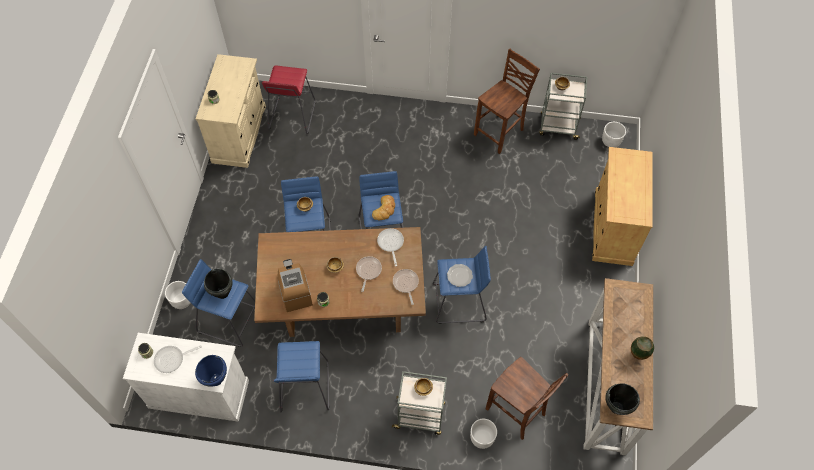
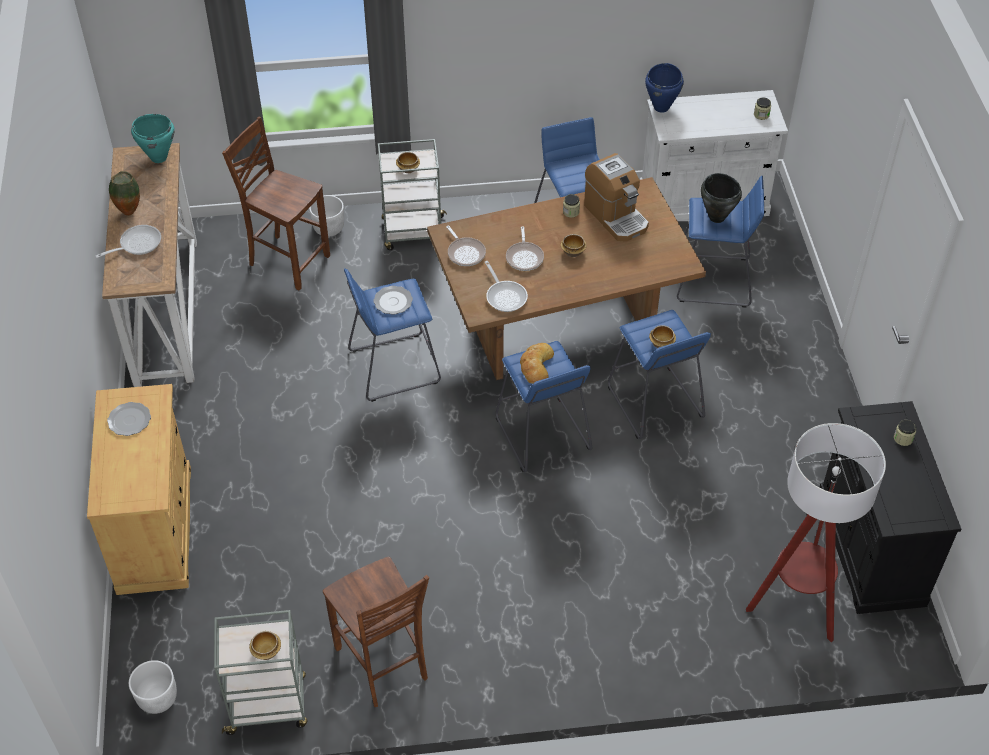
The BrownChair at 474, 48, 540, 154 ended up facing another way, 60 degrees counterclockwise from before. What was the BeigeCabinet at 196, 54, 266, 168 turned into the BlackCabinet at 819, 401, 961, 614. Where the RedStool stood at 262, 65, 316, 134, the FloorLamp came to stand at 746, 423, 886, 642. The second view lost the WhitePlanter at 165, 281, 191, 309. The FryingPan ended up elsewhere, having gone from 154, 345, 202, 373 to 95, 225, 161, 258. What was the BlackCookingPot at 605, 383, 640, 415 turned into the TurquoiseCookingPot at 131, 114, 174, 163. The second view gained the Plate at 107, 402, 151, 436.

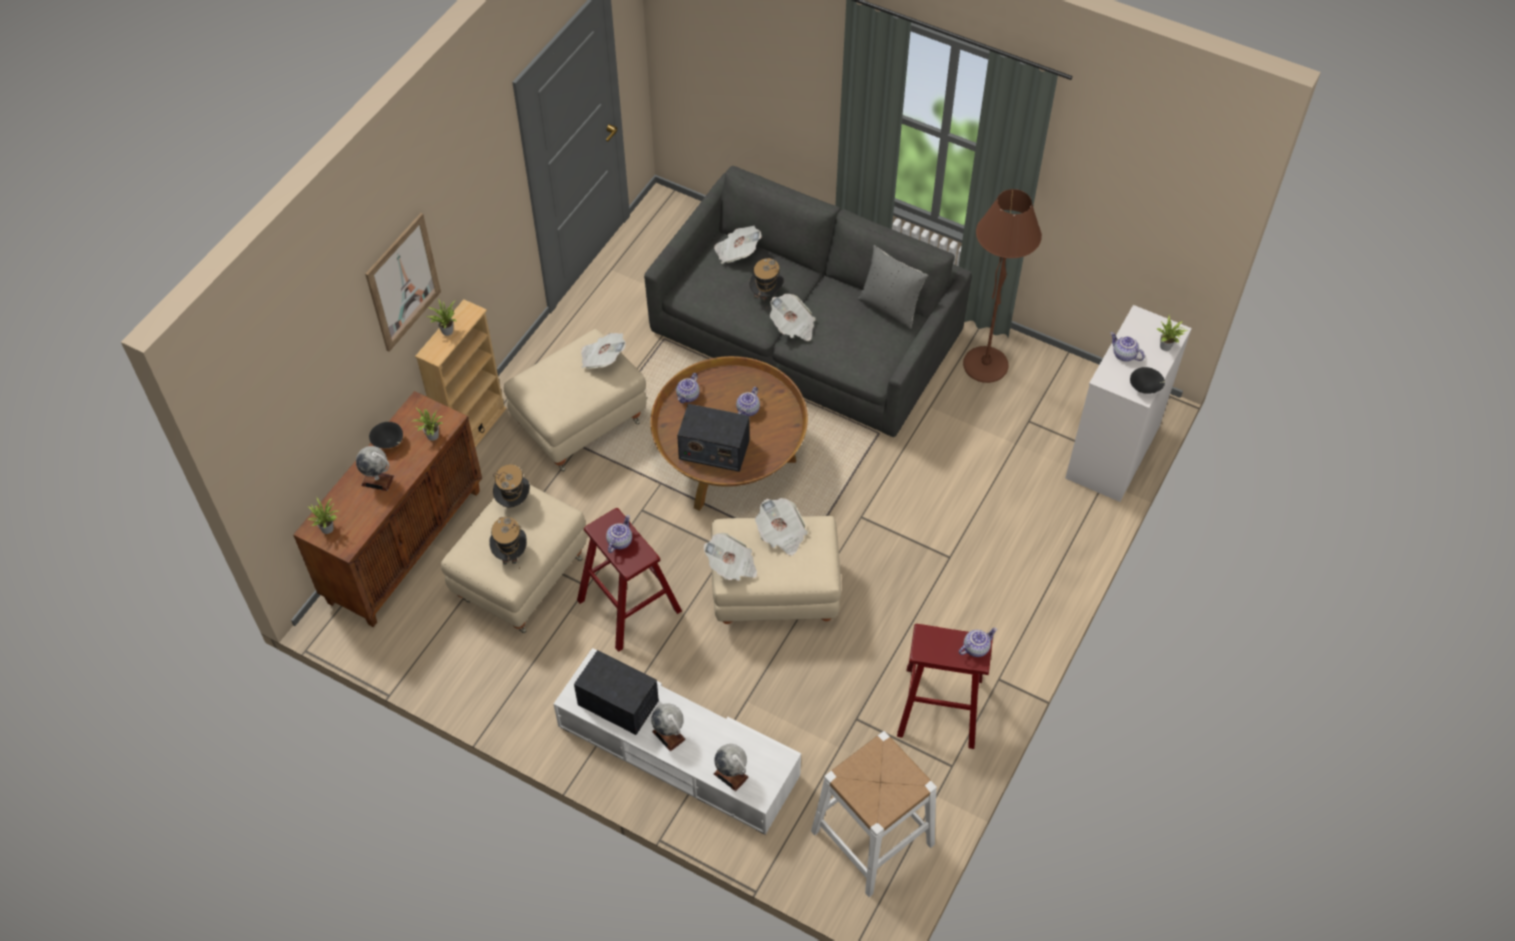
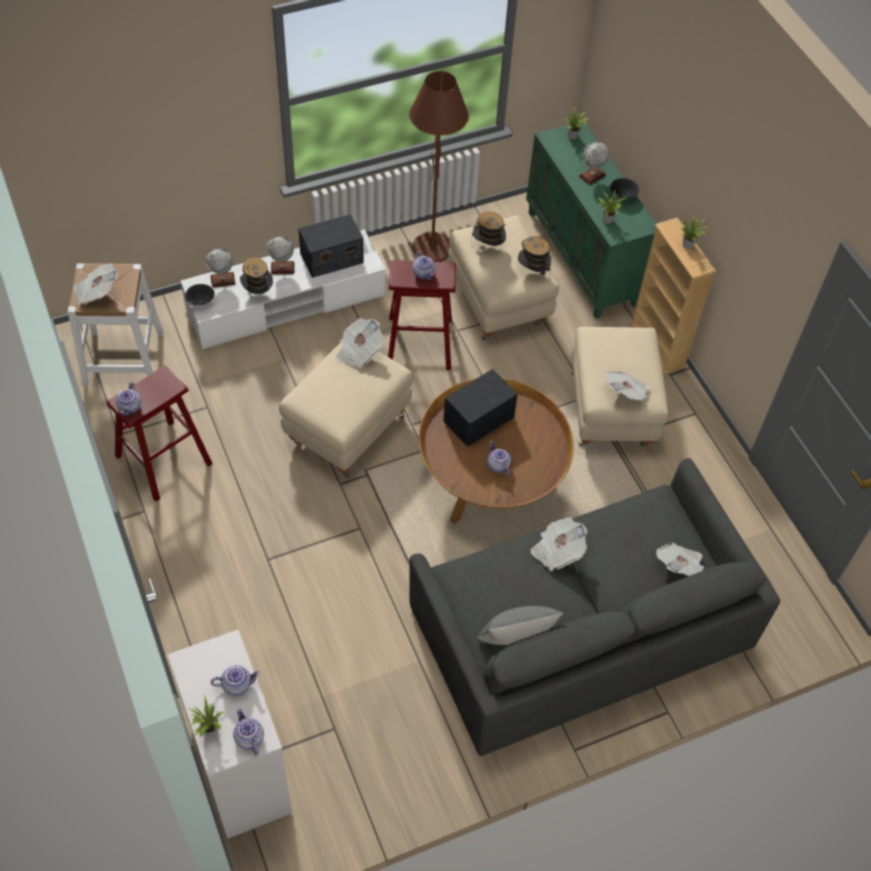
The BrownFloorLamp ended up elsewhere, having gone from 963, 189, 1042, 383 to 409, 71, 469, 262. The second view lost the Picture at 365, 213, 441, 352. The Hat ended up elsewhere, having gone from 749, 258, 784, 308 to 240, 257, 273, 294. The BlackBowl ended up elsewhere, having gone from 1130, 367, 1165, 394 to 185, 284, 215, 306. The Teapot ended up elsewhere, having gone from 676, 373, 700, 403 to 233, 708, 264, 755. What was the BrownCabinet at 293, 391, 482, 627 turned into the GreenCabinet at 526, 121, 656, 319. The Newspaper ended up elsewhere, having gone from 755, 498, 808, 556 to 73, 263, 118, 305.

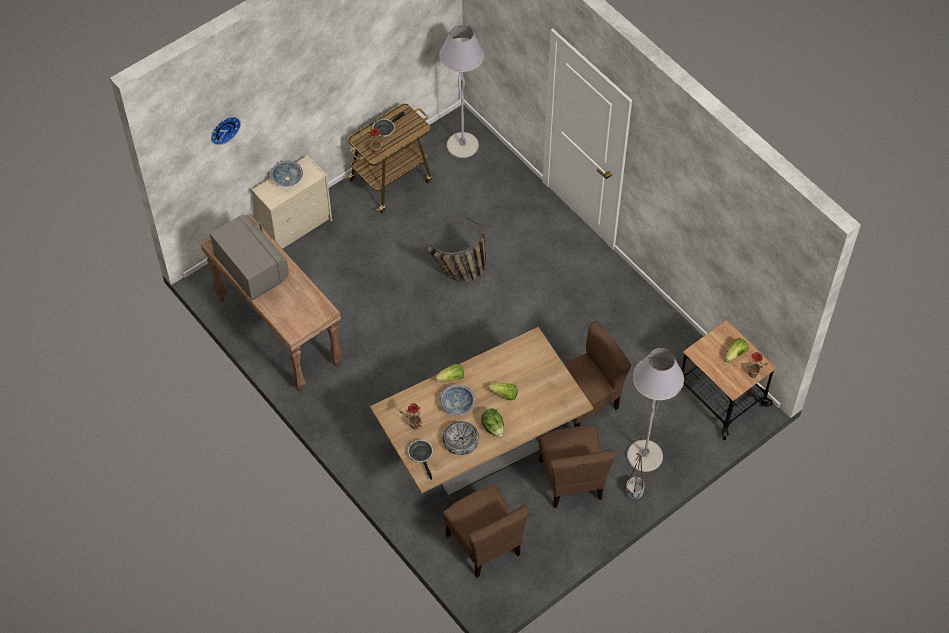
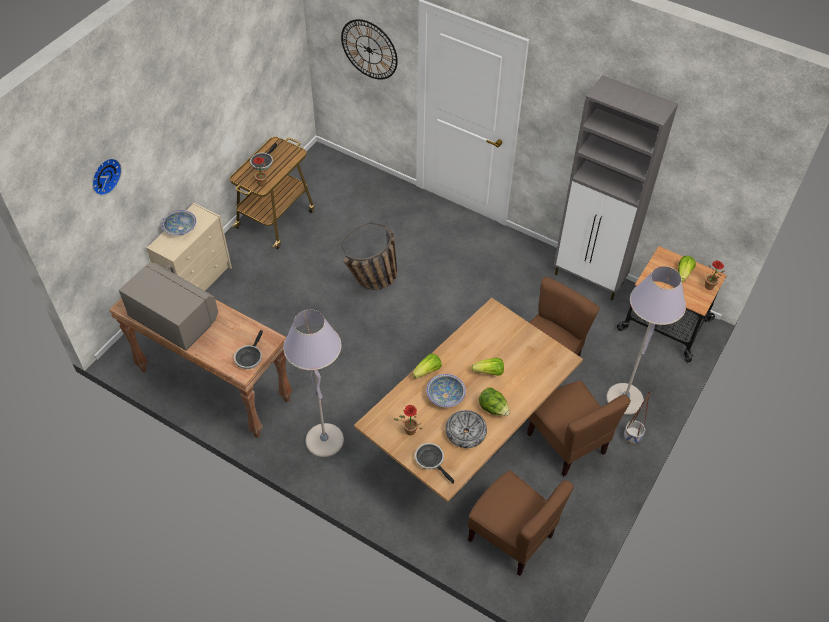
The GreyFloorLamp ended up elsewhere, having gone from 439, 24, 485, 158 to 283, 310, 344, 457. The second view gained the WallClock at 341, 19, 398, 80. The second view gained the GreyCabinet at 554, 75, 678, 301. The second view gained the FryingPan at 234, 330, 263, 369.

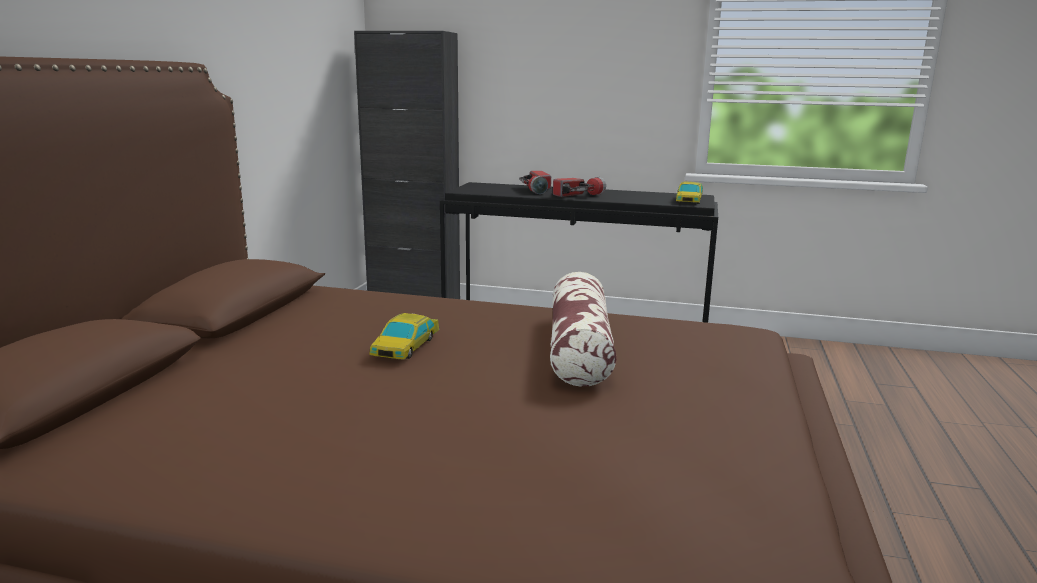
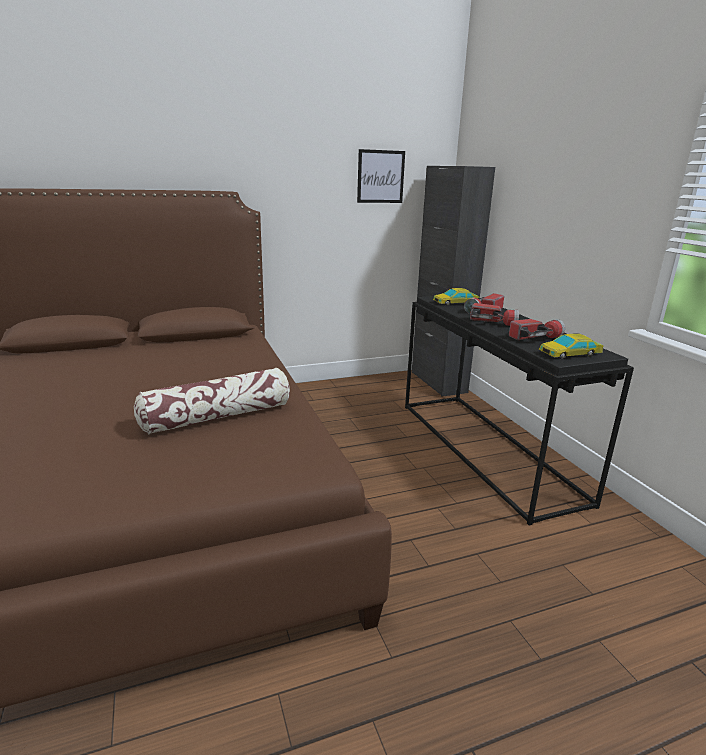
The ToyCar ended up elsewhere, having gone from 369, 313, 439, 360 to 433, 288, 479, 306. The second view gained the Picture at 357, 149, 405, 203. The second view gained the Flashlight at 509, 319, 565, 340.

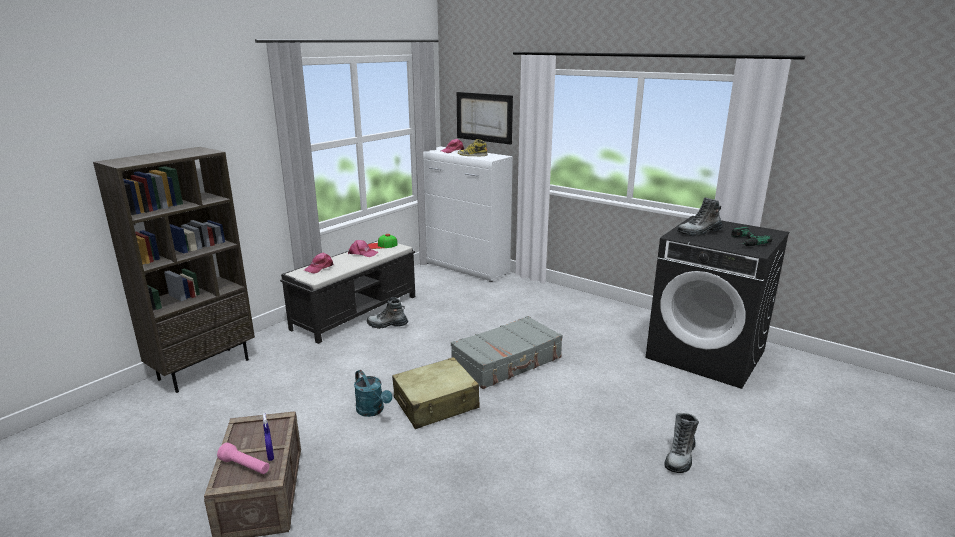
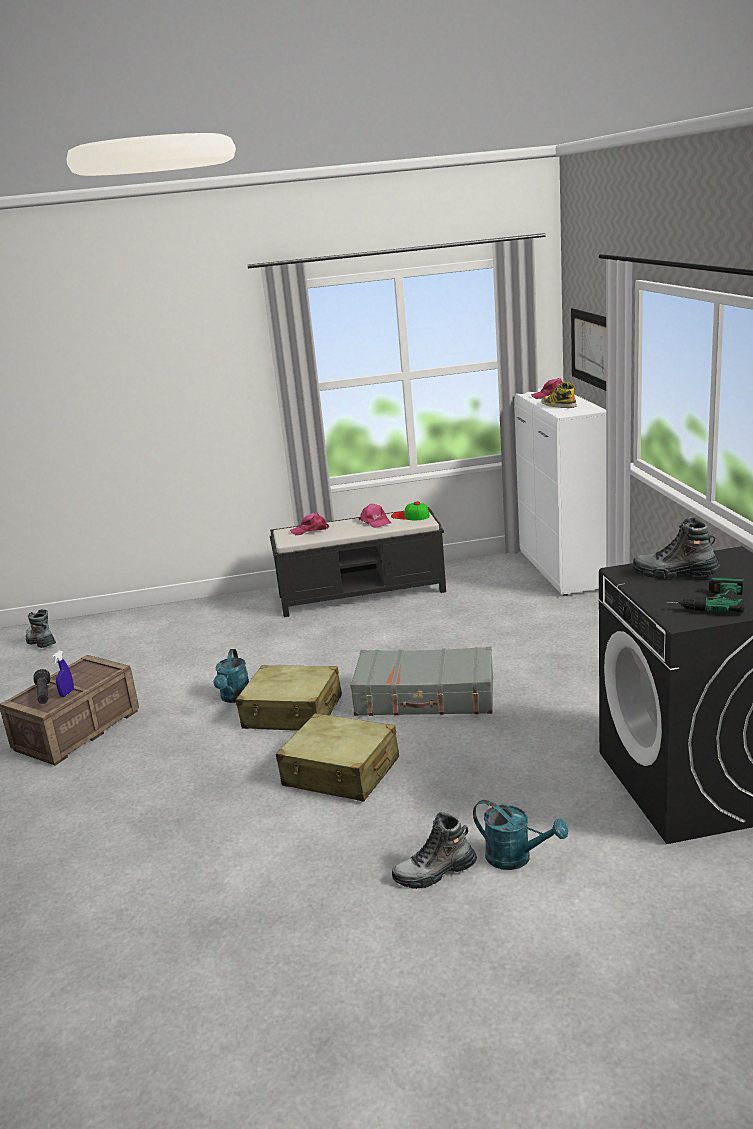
The second view lost the BrownBookcase at 93, 147, 255, 393. The Boot ended up elsewhere, having gone from 367, 297, 408, 329 to 26, 609, 56, 648. What was the PinkFlashlight at 217, 443, 269, 474 turned into the BlackFlashlight at 33, 669, 50, 704. The second view gained the BeigeSuitcase at 276, 713, 399, 802. The second view gained the TurquoiseWateringCan at 473, 800, 568, 870.

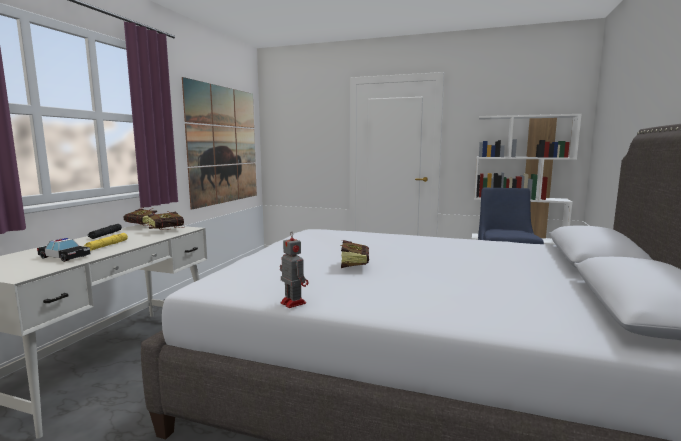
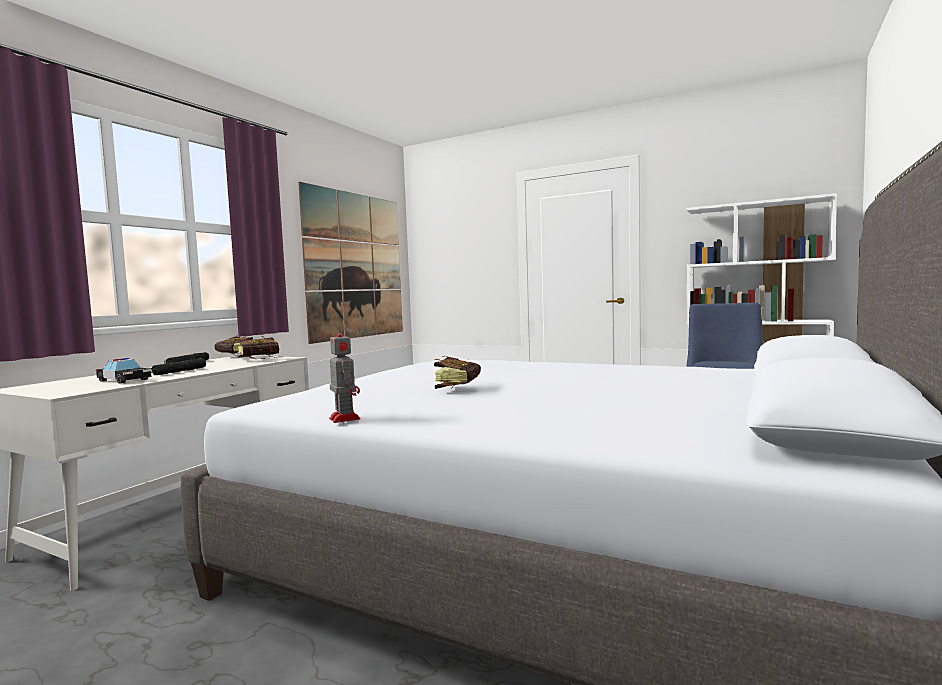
What was the YellowFlashlight at 84, 233, 128, 251 turned into the BlackFlashlight at 151, 358, 206, 375.

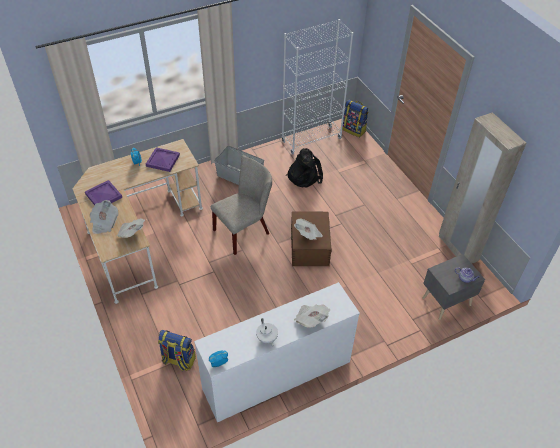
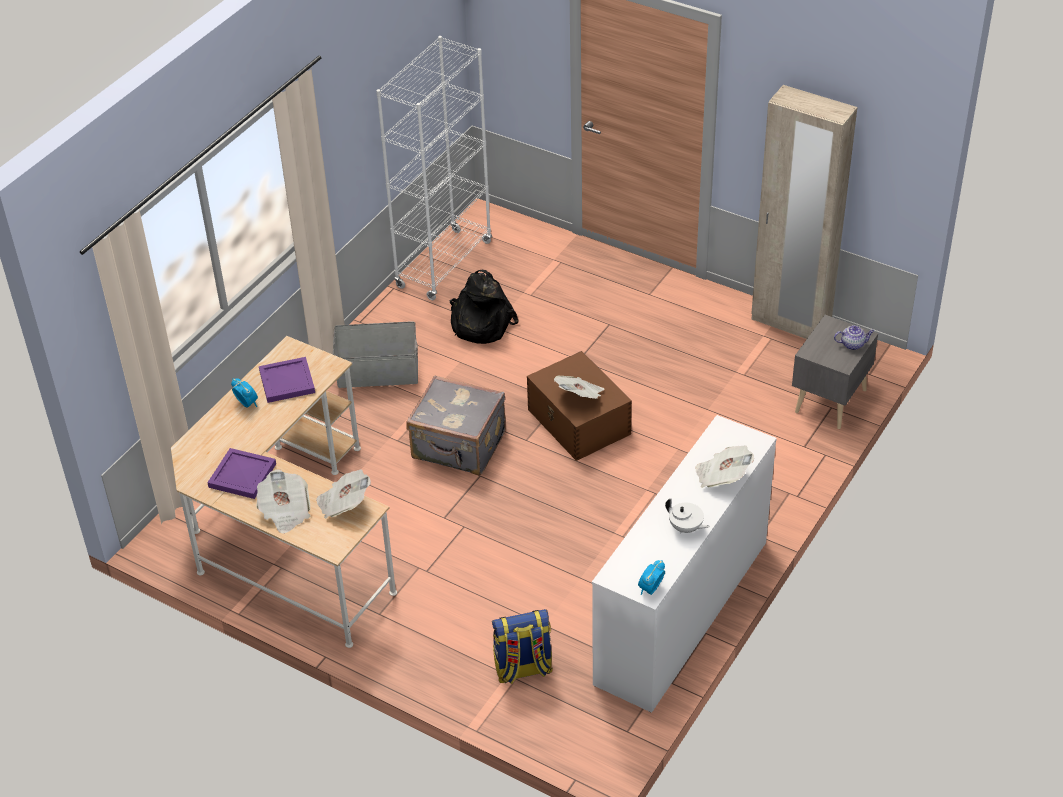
The second view lost the Backpack at 342, 100, 369, 137. Where the BeigeChair stood at 211, 155, 272, 255, the GreySuitcase came to stand at 406, 375, 506, 475.

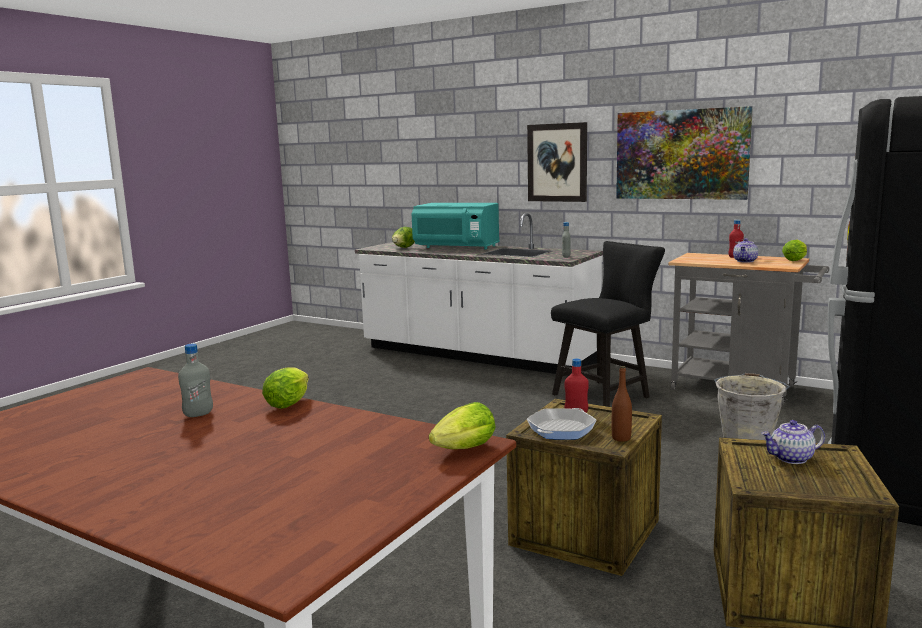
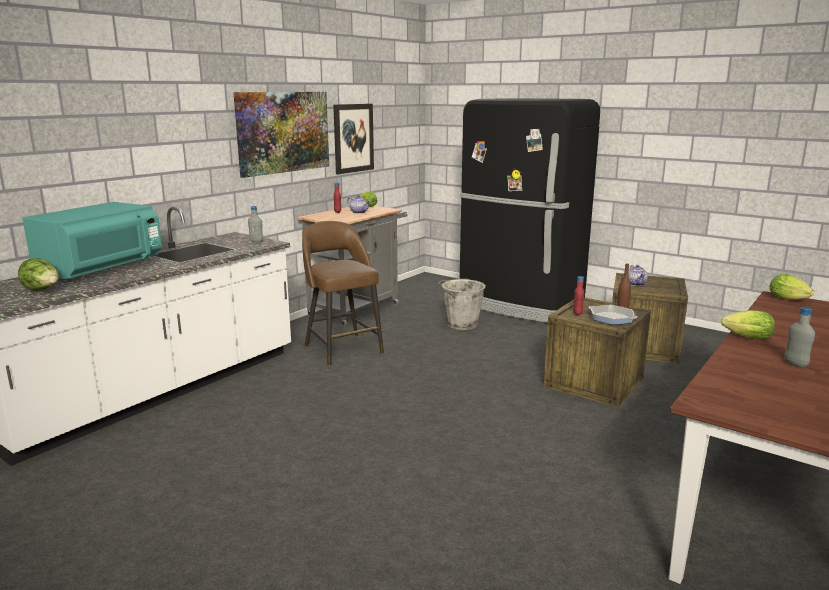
The Picture ended up elsewhere, having gone from 527, 122, 587, 202 to 333, 104, 374, 174. Where the BlackChair stood at 551, 241, 665, 407, the BrownStool came to stand at 302, 221, 384, 366.

